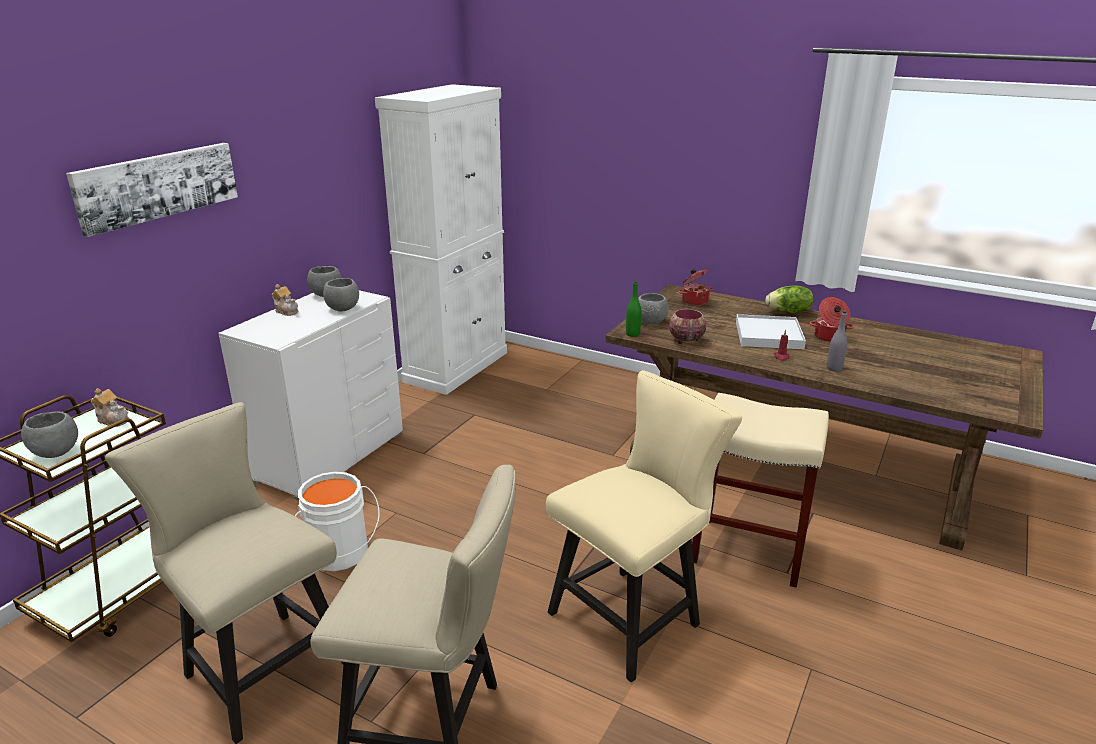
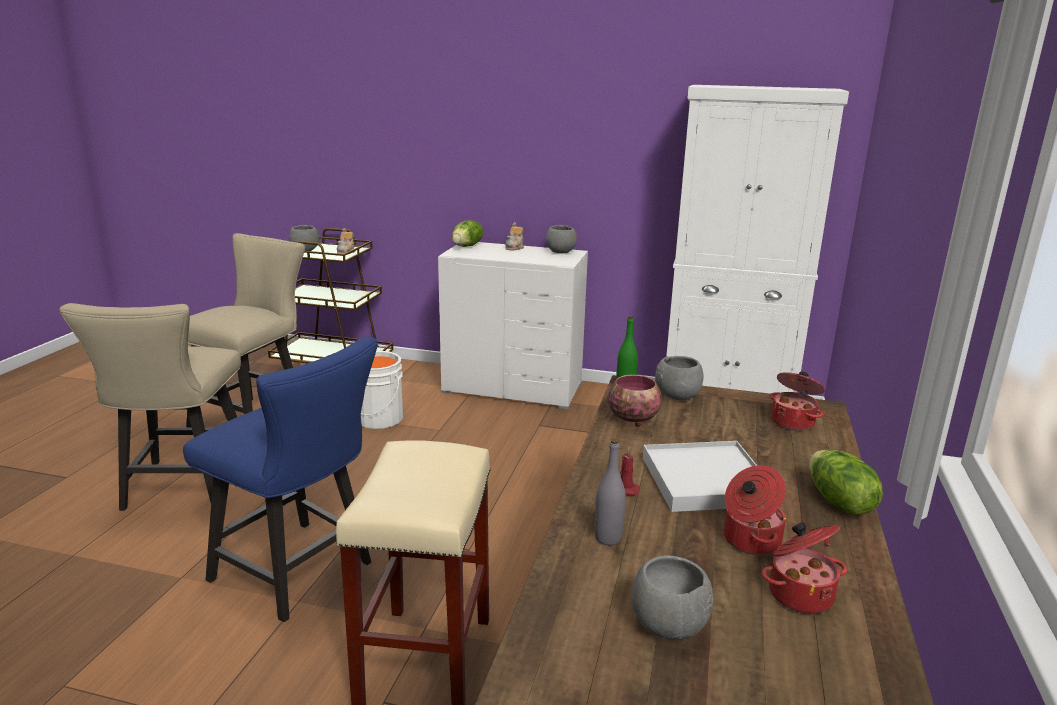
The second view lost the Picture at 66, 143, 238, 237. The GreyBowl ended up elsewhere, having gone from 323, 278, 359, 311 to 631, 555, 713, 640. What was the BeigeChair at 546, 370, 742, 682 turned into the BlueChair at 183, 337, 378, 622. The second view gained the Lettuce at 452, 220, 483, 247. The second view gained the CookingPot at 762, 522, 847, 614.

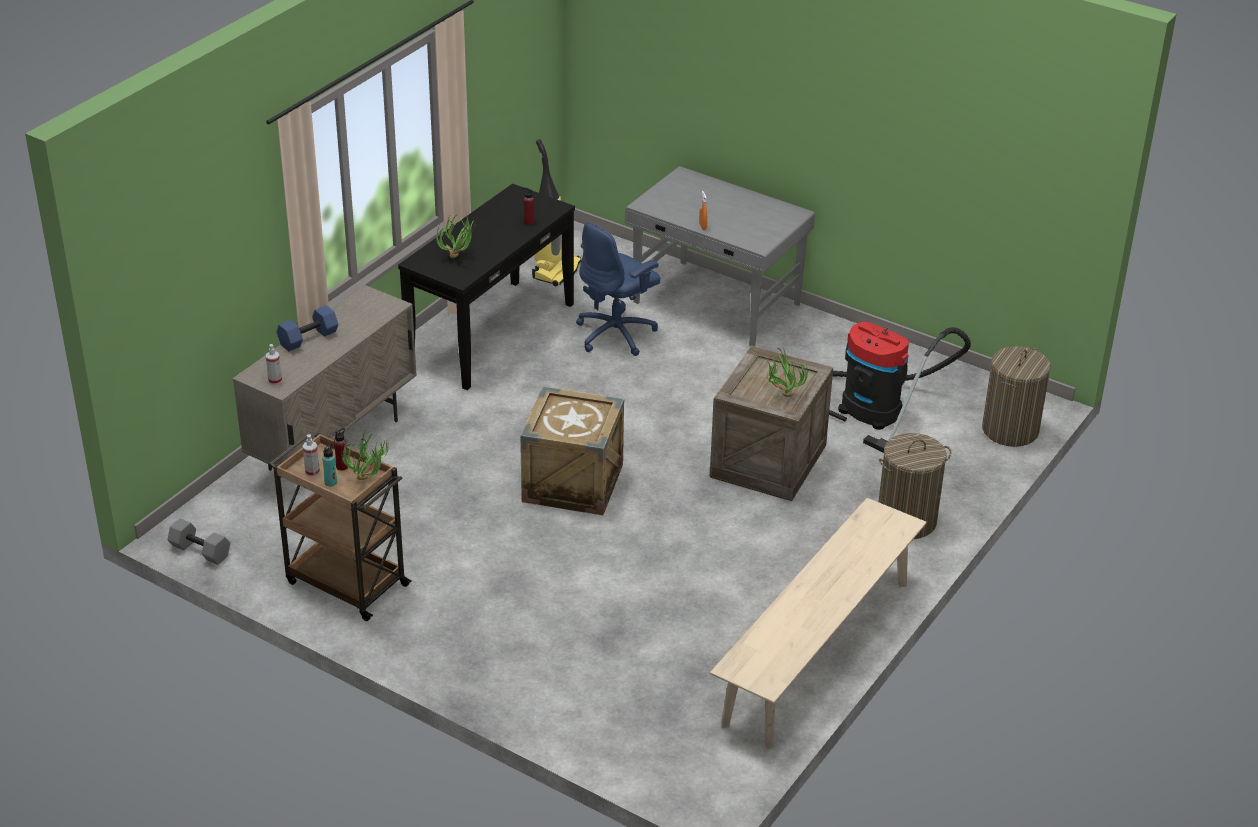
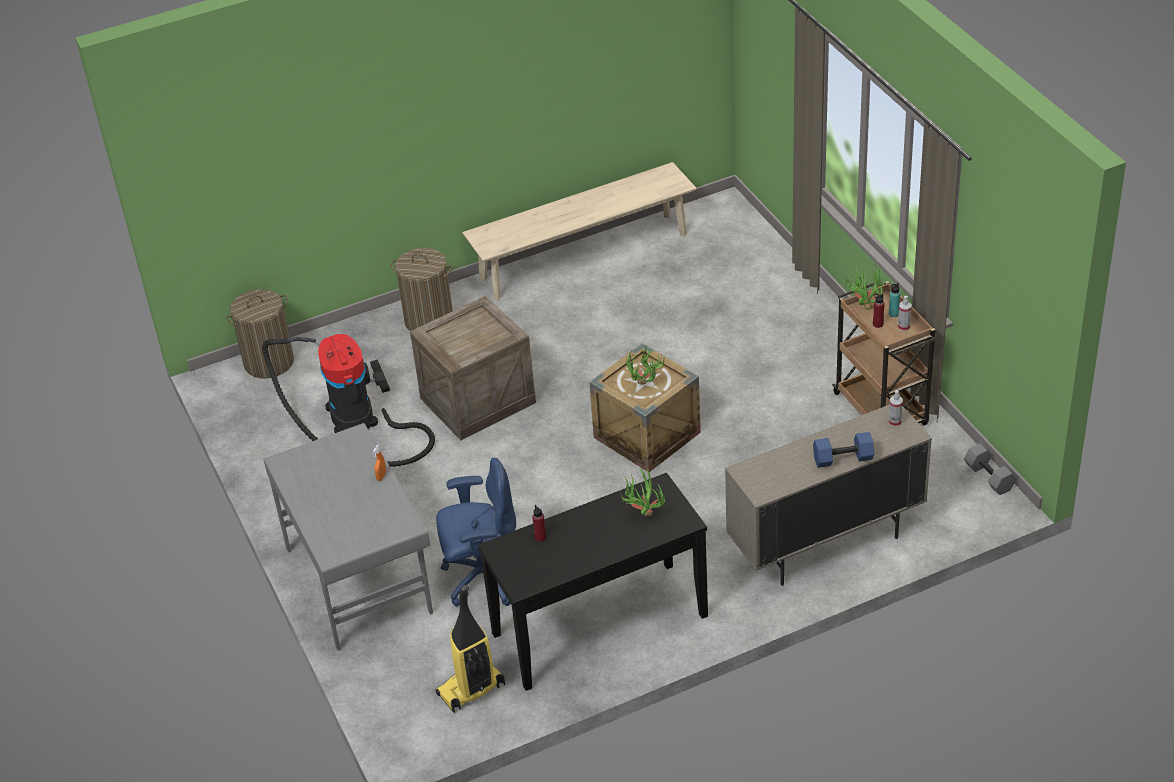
The PottedPlant ended up elsewhere, having gone from 766, 347, 808, 397 to 626, 346, 665, 385.

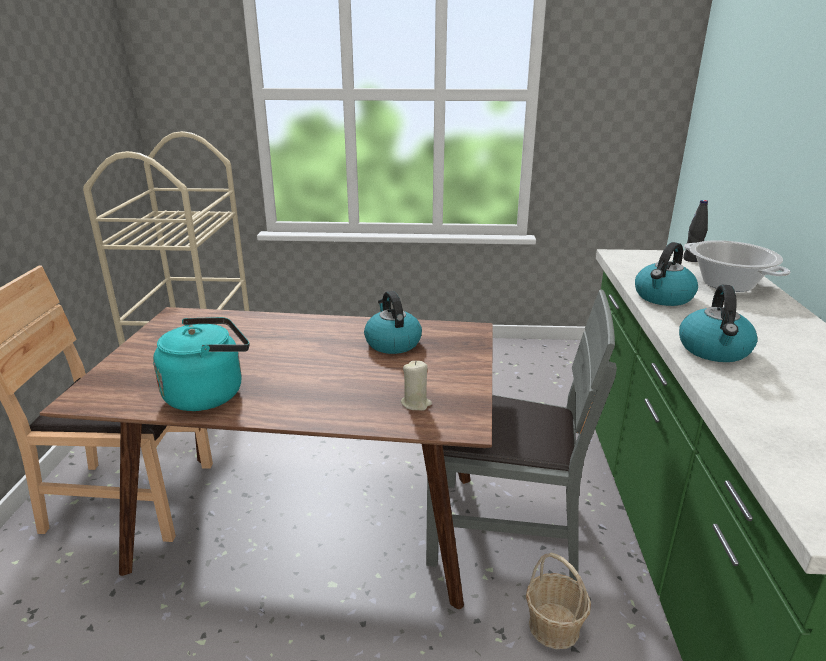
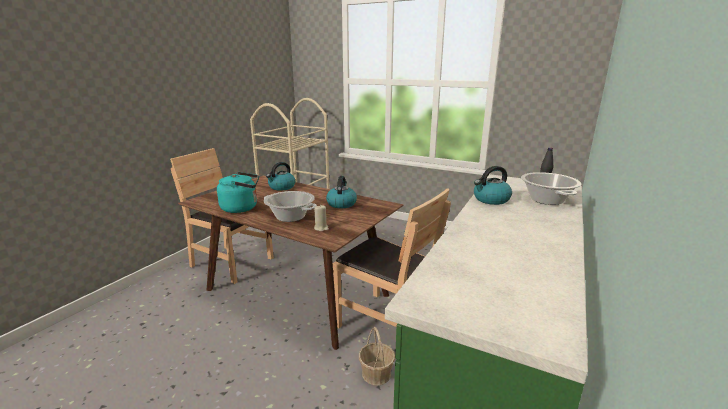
The Kettle ended up elsewhere, having gone from 679, 285, 758, 362 to 266, 162, 295, 191. What was the GreyChair at 426, 290, 617, 581 turned into the BrownChair at 333, 188, 451, 328. The second view gained the CookingPot at 264, 191, 317, 222.

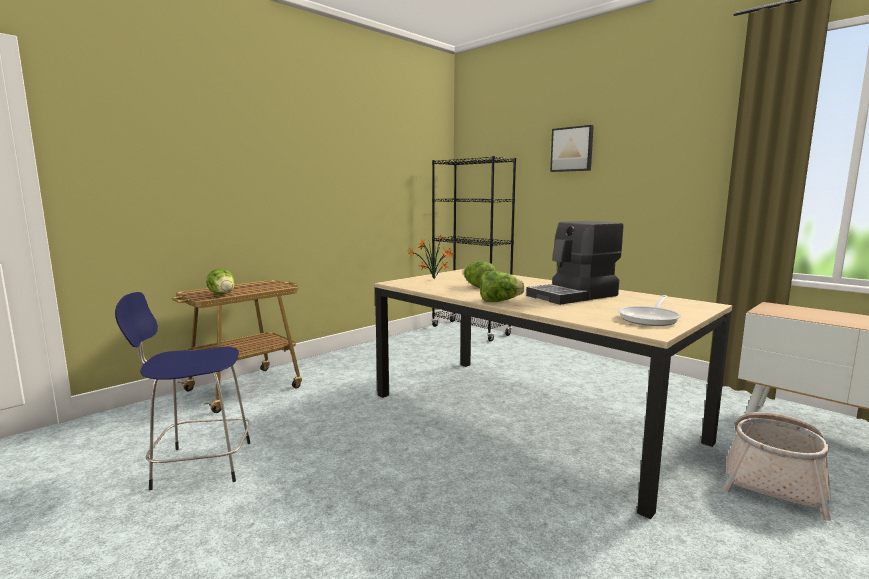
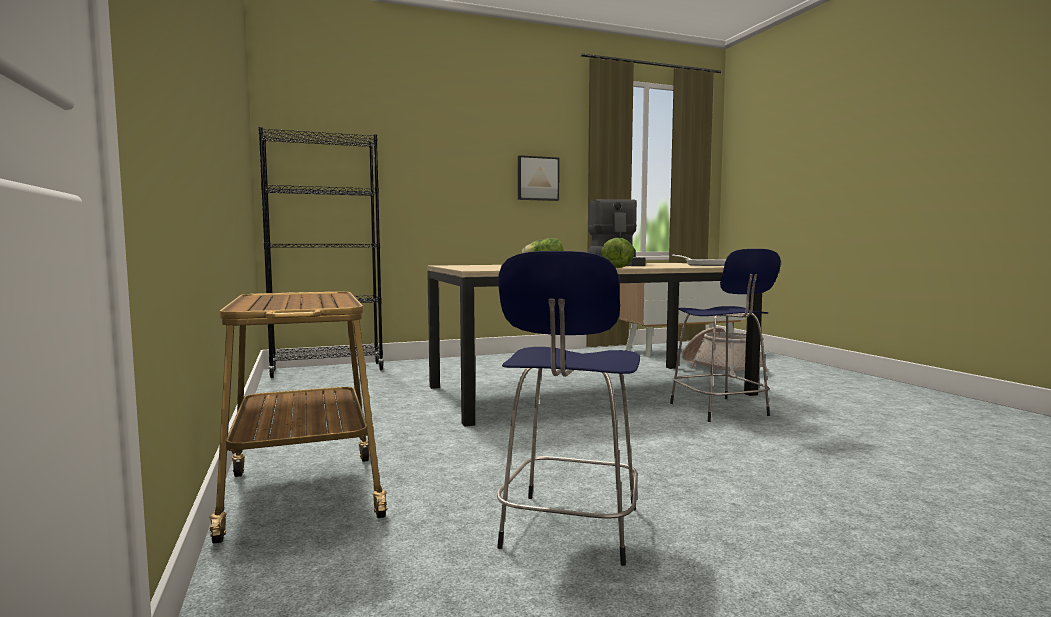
The Picture ended up elsewhere, having gone from 550, 125, 594, 172 to 518, 155, 560, 201. The second view lost the PottedPlant at 408, 235, 455, 279. The second view lost the Lettuce at 206, 268, 235, 295. The second view gained the BlueStool at 670, 249, 781, 422.

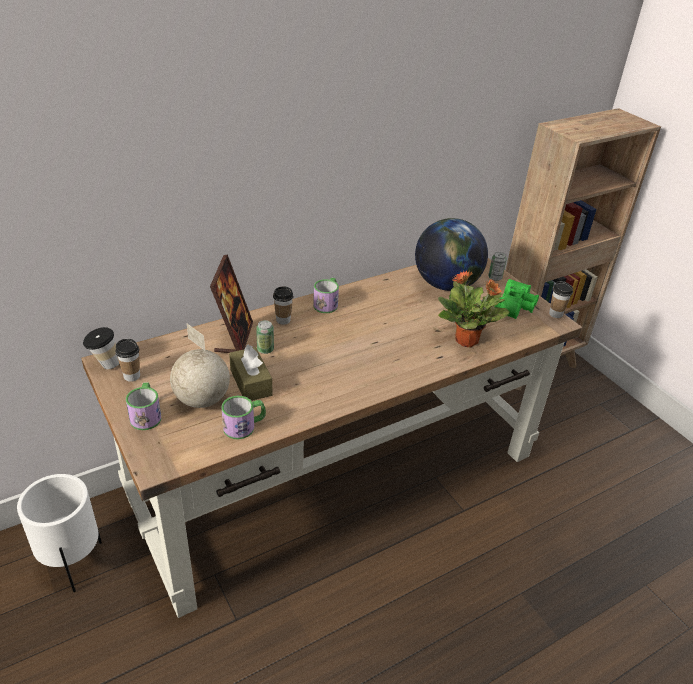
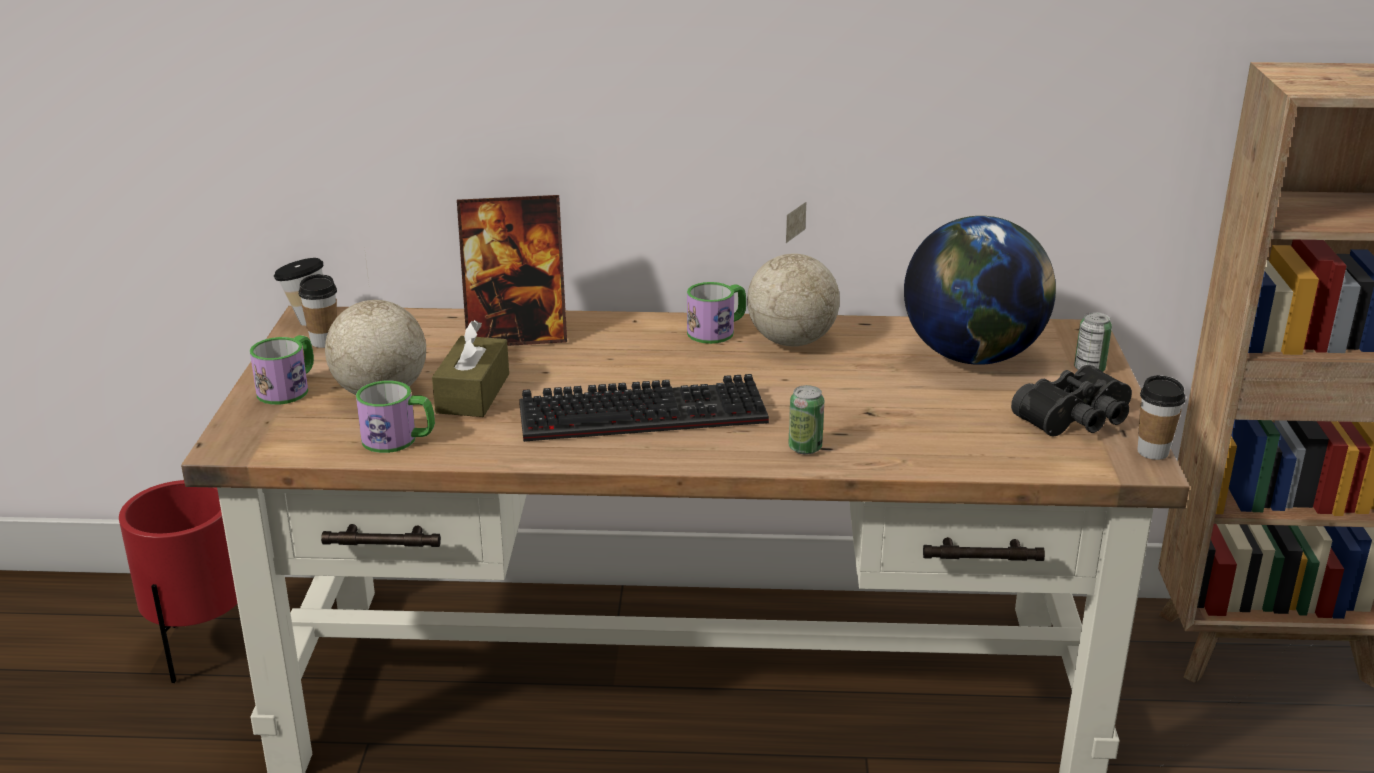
The PictureFrame at 210, 254, 253, 353 ended up facing another way, 45 degrees clockwise from before. The second view lost the PottedPlant at 438, 271, 510, 348. What was the GreenBinoculars at 494, 279, 539, 319 turned into the BlackBinoculars at 1011, 365, 1132, 436. The second view lost the Cup at 273, 286, 294, 325. The Can ended up elsewhere, having gone from 256, 320, 274, 354 to 788, 385, 825, 454. What was the WhitePlanter at 17, 474, 102, 592 turned into the RedPlanter at 119, 480, 238, 683. The second view gained the Globe at 747, 202, 840, 346. The second view gained the Keyboard at 519, 374, 769, 442.

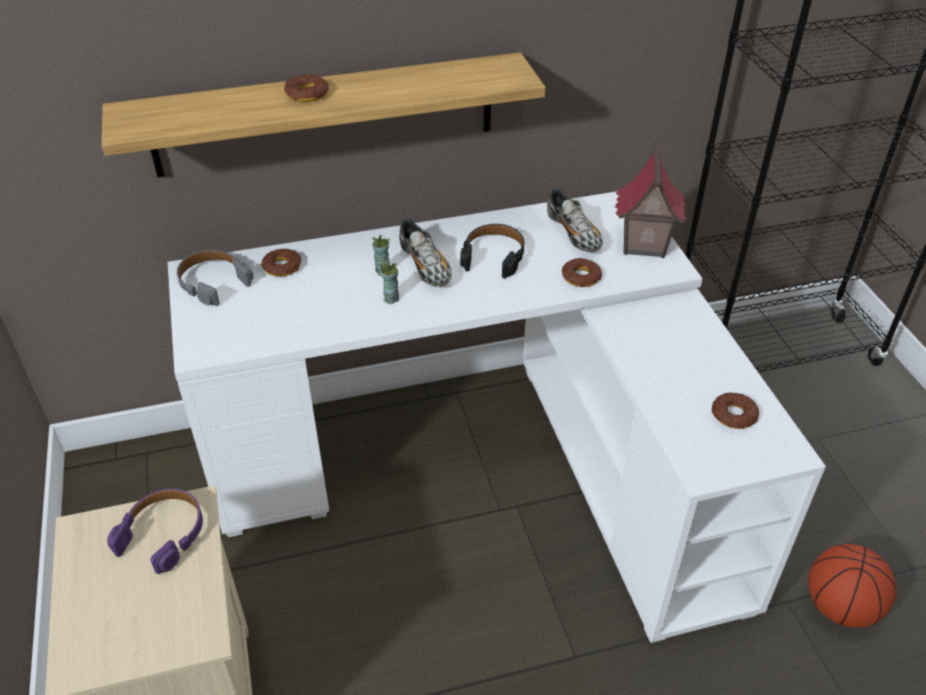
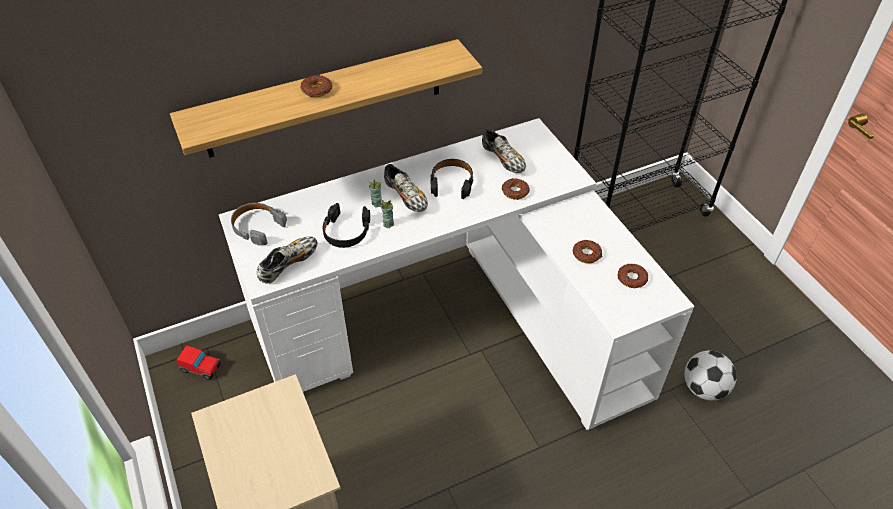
The second view lost the ToyHouse at 615, 139, 686, 258. The Donut ended up elsewhere, having gone from 261, 248, 301, 277 to 573, 240, 602, 263. The second view lost the PurpleHeadphones at 107, 488, 203, 574. Where the Basketball stood at 808, 544, 896, 628, the Football came to stand at 684, 350, 737, 400. The second view gained the BlackHeadphones at 323, 203, 370, 248. The second view gained the Shoe at 256, 237, 318, 283. The second view gained the ToyCar at 177, 345, 221, 380.

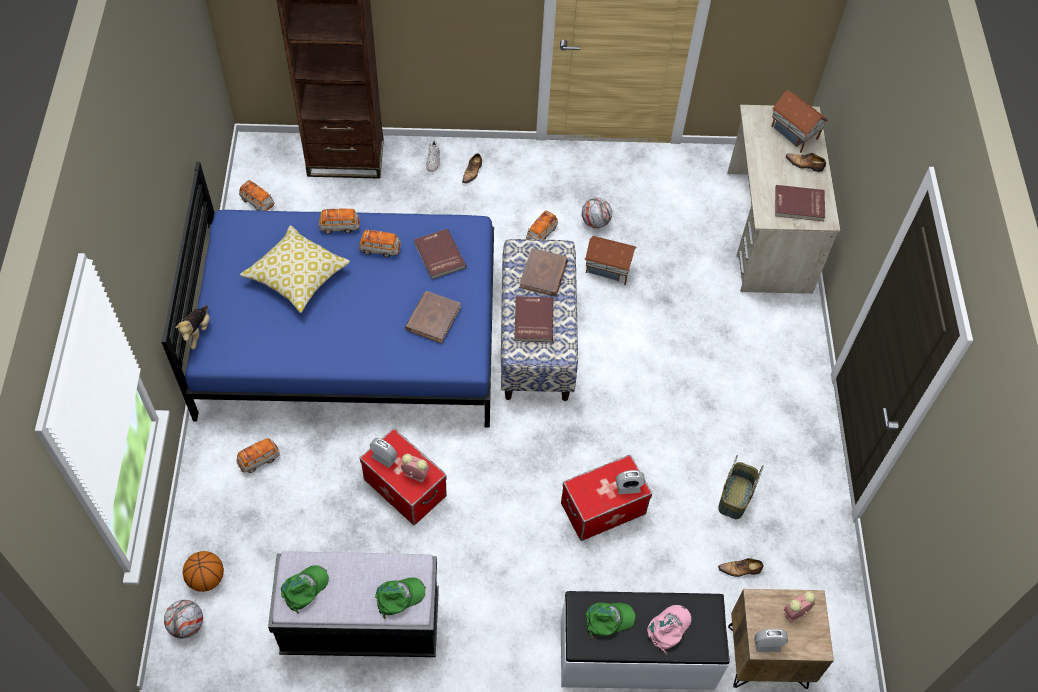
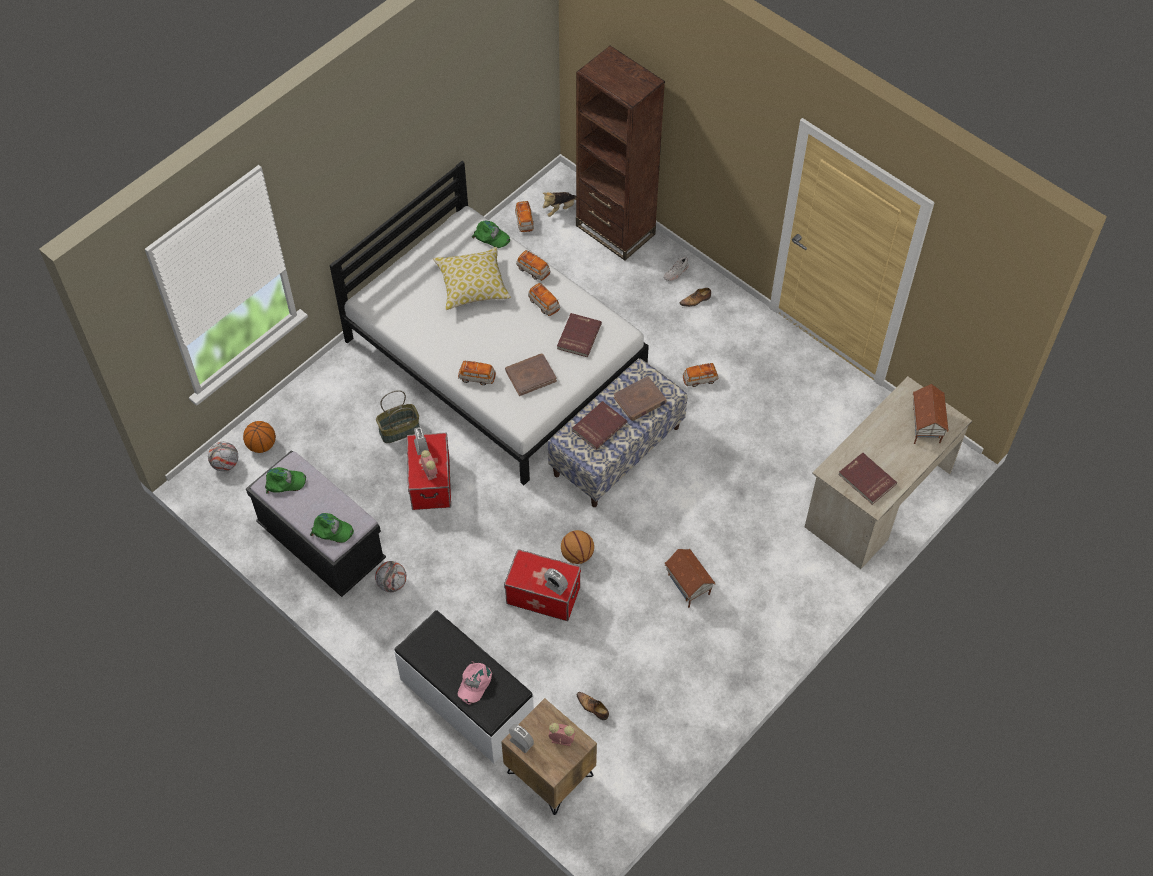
The second view lost the Shoe at 786, 153, 826, 172. What was the BlueBed at 161, 162, 494, 428 turned into the WhiteBed at 330, 161, 649, 485. The Football ended up elsewhere, having gone from 582, 198, 612, 228 to 375, 561, 407, 592. The ToyHouse ended up elsewhere, having gone from 584, 236, 637, 285 to 665, 549, 715, 608. The PlushToy ended up elsewhere, having gone from 175, 305, 210, 349 to 543, 192, 576, 217. The ToyCar ended up elsewhere, having gone from 237, 438, 280, 473 to 458, 361, 496, 385. The Basket ended up elsewhere, having gone from 718, 455, 764, 519 to 376, 390, 420, 443. The GreenCap ended up elsewhere, having gone from 585, 603, 636, 639 to 472, 221, 510, 248. The PinkCap at 647, 605, 691, 654 ended up facing another way, 120 degrees clockwise from before. The second view gained the Basketball at 561, 530, 594, 564.

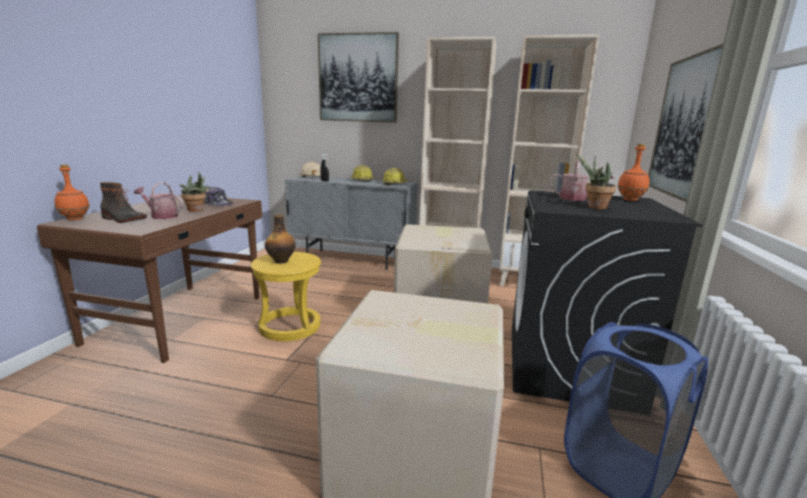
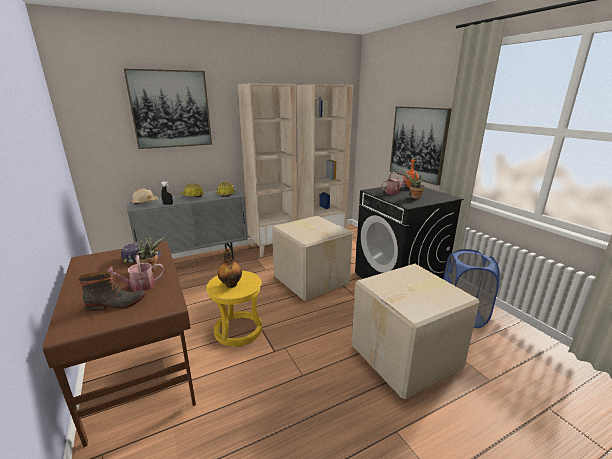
The second view lost the OrangeBottle at 54, 165, 90, 220.

